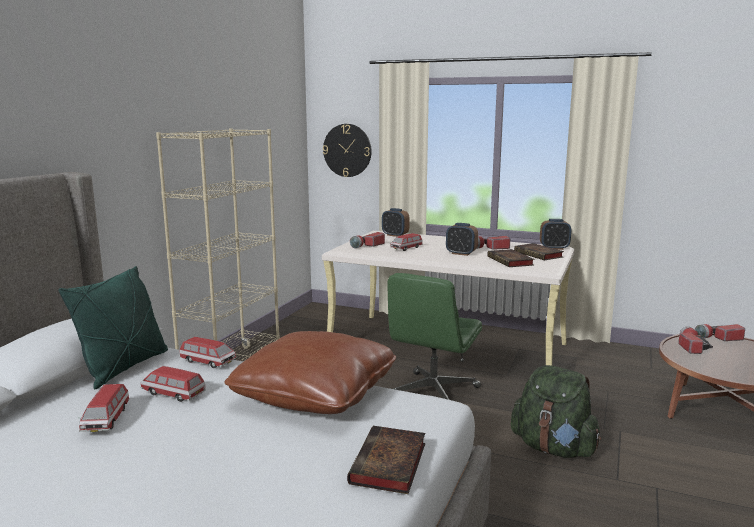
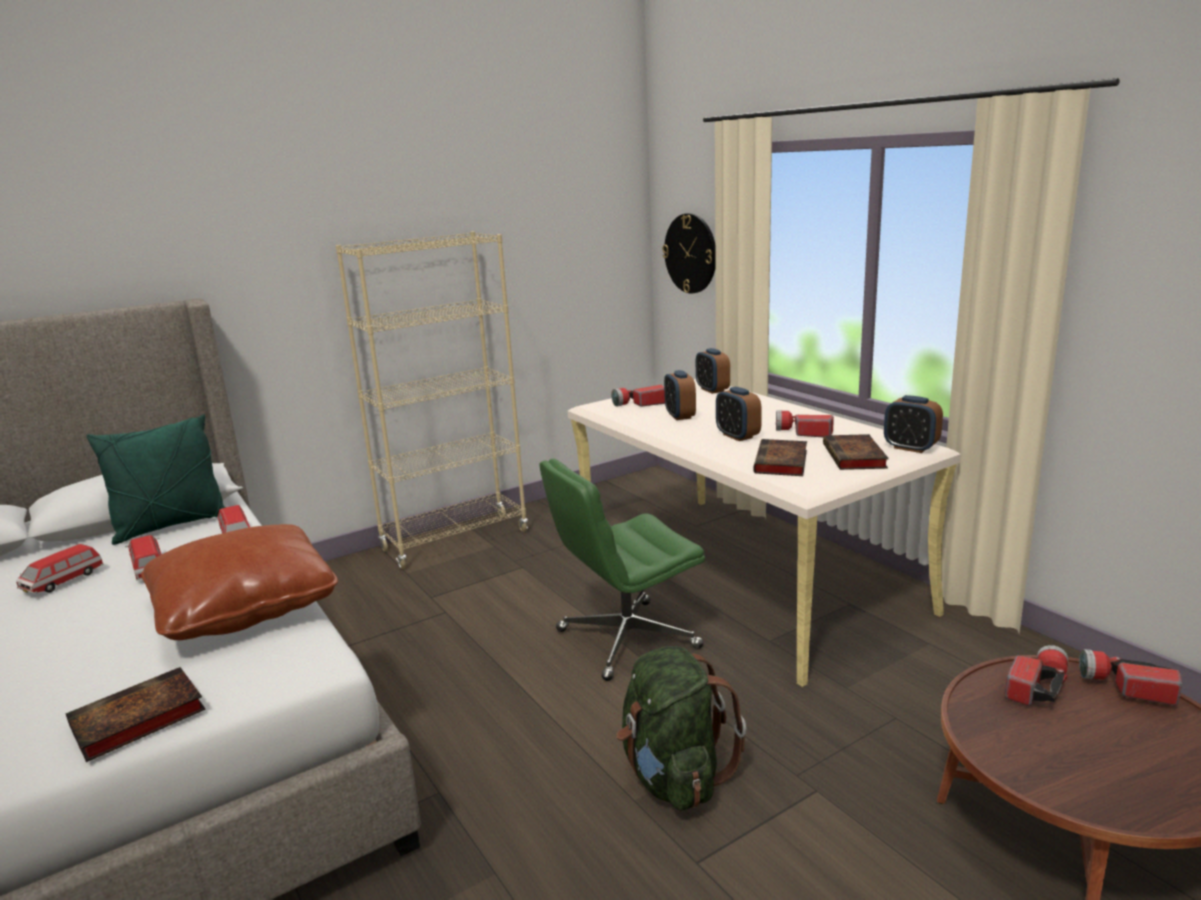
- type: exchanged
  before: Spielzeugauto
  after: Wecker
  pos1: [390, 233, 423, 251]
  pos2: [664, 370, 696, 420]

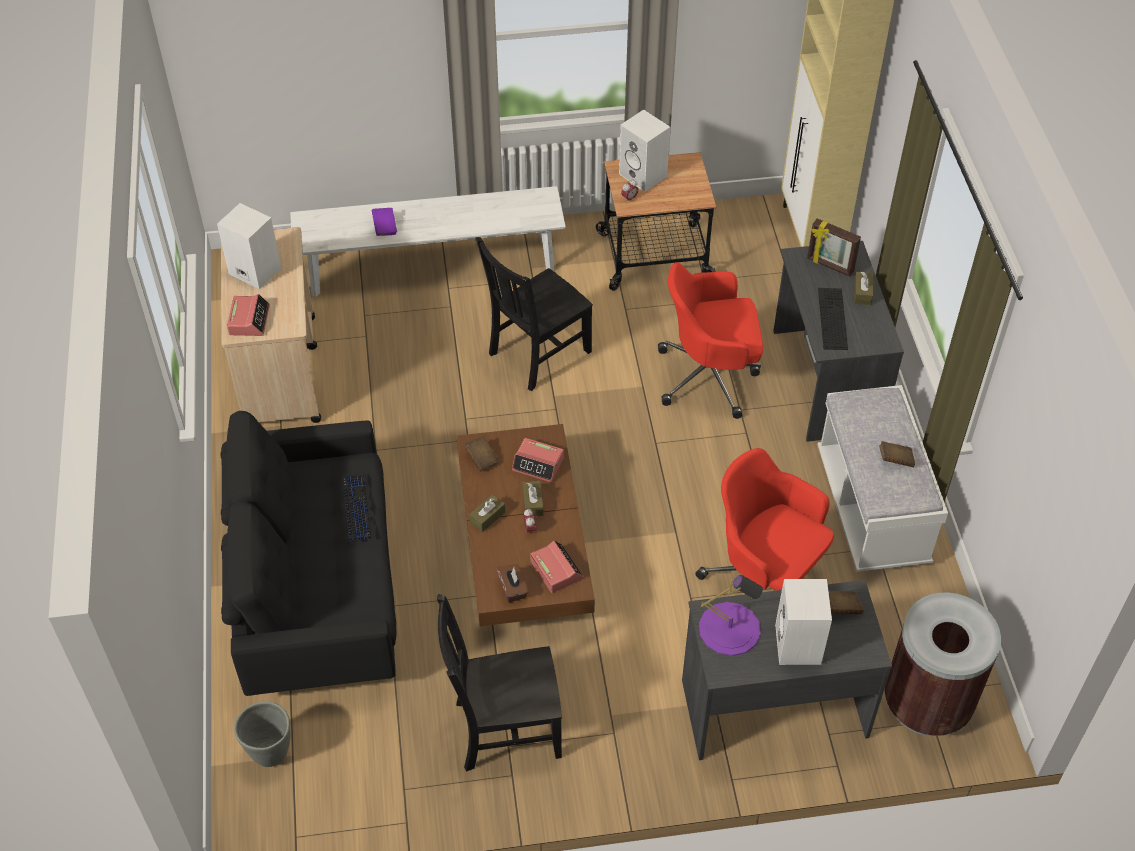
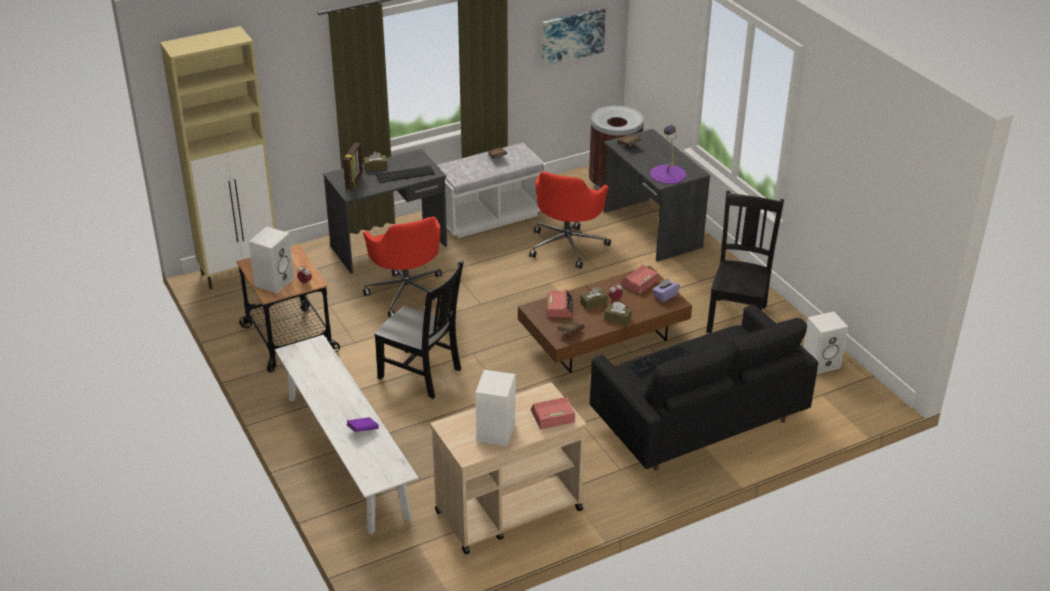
- type: missing
  before: Pflanzkübel/grau
  pos1: [234, 702, 291, 767]
- type: appeared
  after: Bild
  pos2: [542, 8, 606, 66]
- type: relocated
  before: Lautsprecher/weiß
  pos1: [775, 579, 832, 665]
  pos2: [803, 312, 848, 374]
- type: colour
  before: Taschentuchbox/braun
  after: Taschentuchbox/lila
  pos1: [496, 564, 529, 603]
  pos2: [652, 278, 680, 302]
- type: spun
  before: Stuhl/schwarz
  pos1: [437, 594, 562, 772]
  pos2: [706, 191, 784, 333]
  turn: -135

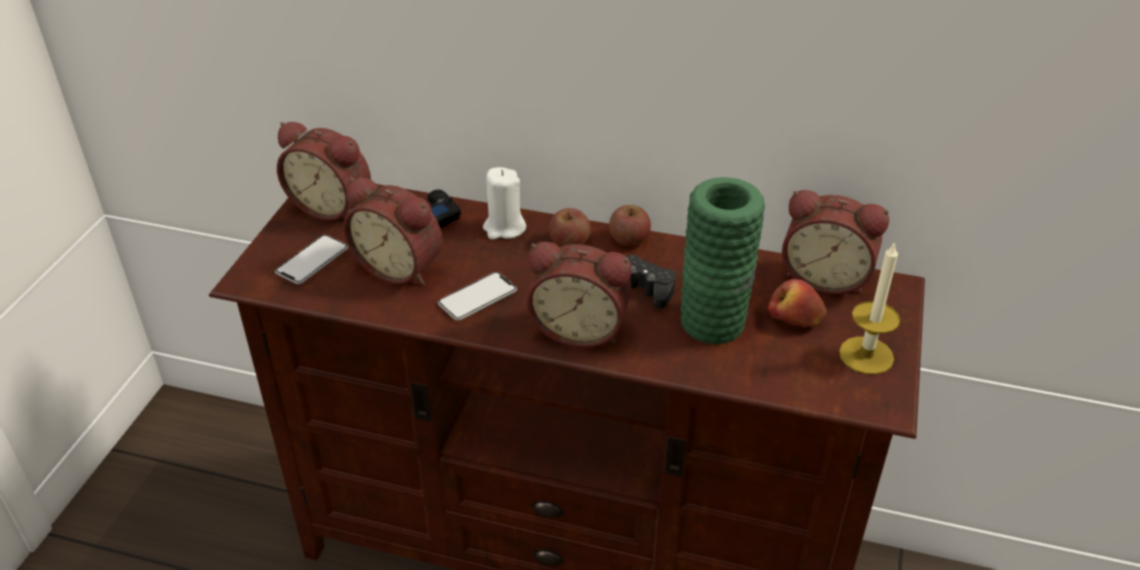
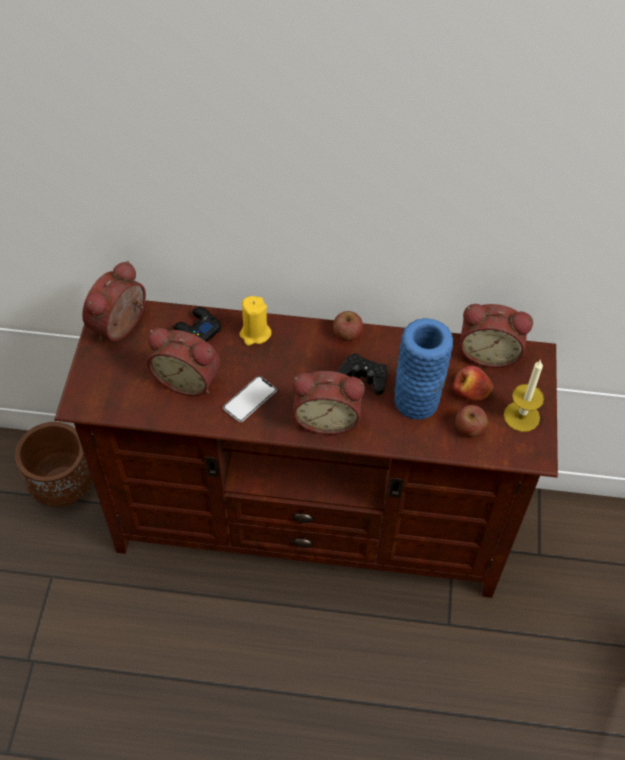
- type: missing
  before: Handy
  pos1: [275, 235, 348, 284]
- type: appeared
  after: Pflanzkübel/braun
  pos2: [15, 422, 92, 507]
- type: relocated
  before: Apfel
  pos1: [549, 208, 590, 247]
  pos2: [455, 405, 488, 437]
- type: colour
  before: Kerze/weiß
  after: Kerze/gelb
  pos1: [483, 167, 526, 240]
  pos2: [239, 296, 271, 346]
- type: colour
  before: Vase/grün
  after: Vase/blau
  pos1: [680, 177, 765, 344]
  pos2: [394, 318, 454, 420]
- type: spun
  before: Wecker
  pos1: [277, 122, 371, 221]
  pos2: [82, 261, 146, 341]
  turn: 105

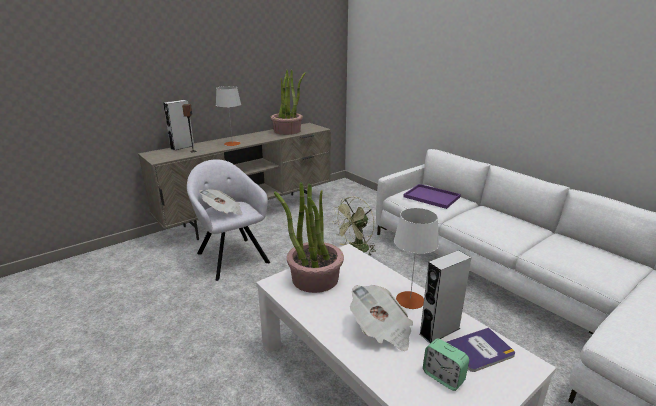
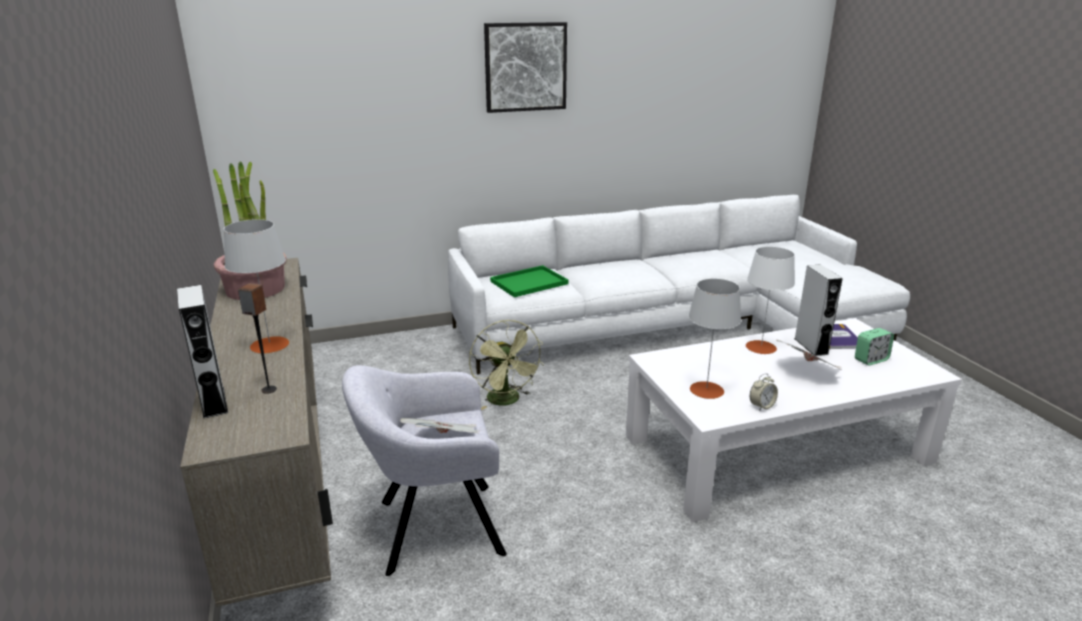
- type: appeared
  after: Bild
  pos2: [484, 22, 567, 113]
- type: appeared
  after: Wecker
  pos2: [750, 374, 778, 411]
- type: exchanged
  before: Topfpflanze
  after: Tischlampe/grau
  pos1: [274, 182, 344, 293]
  pos2: [688, 279, 741, 399]
- type: colour
  before: Tablett/lila
  after: Tablett/grün
  pos1: [403, 184, 461, 209]
  pos2: [490, 265, 568, 297]

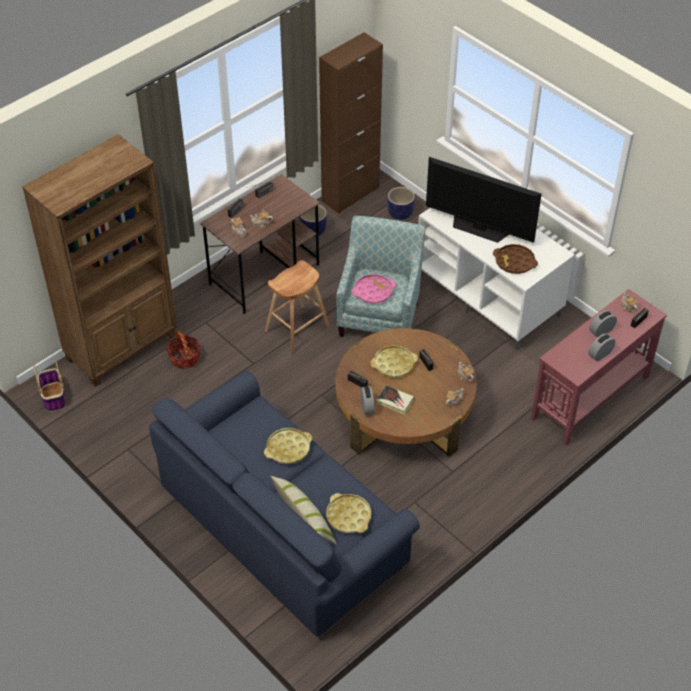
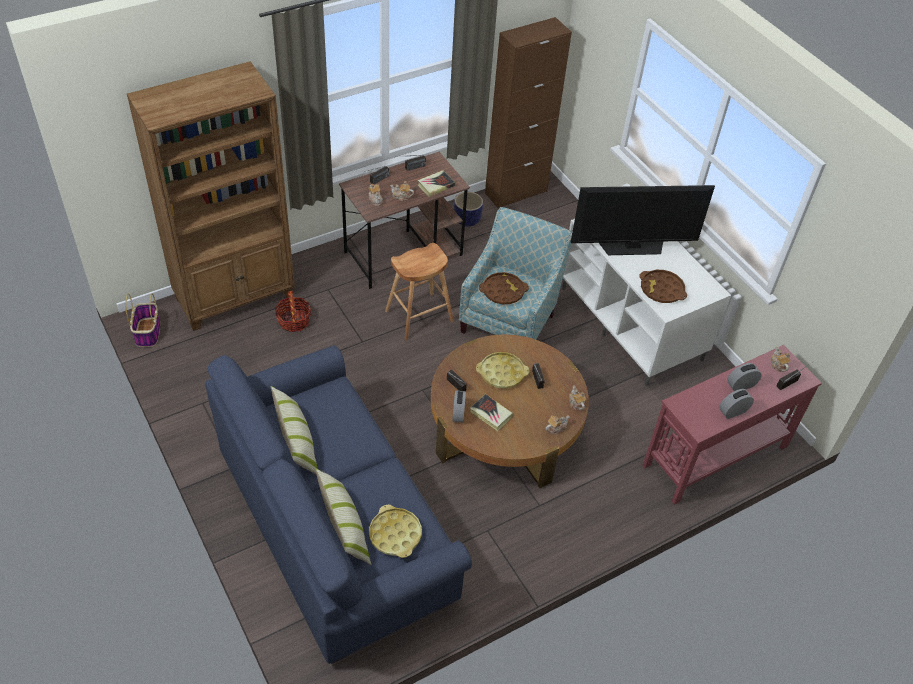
- type: missing
  before: Tablett/gelb
  pos1: [264, 428, 312, 464]
- type: missing
  before: Pflanzkübel
  pos1: [387, 187, 415, 220]
- type: appeared
  after: Kissen
  pos2: [271, 386, 318, 475]
- type: appeared
  after: Buch
  pos2: [418, 170, 455, 197]
- type: colour
  before: Tablett/rosa
  after: Tablett/braun
  pos1: [352, 274, 396, 304]
  pos2: [479, 272, 529, 304]
- type: spun
  before: Fernseher
  pos1: [426, 157, 542, 243]
  pos2: [571, 185, 715, 255]
  turn: -45

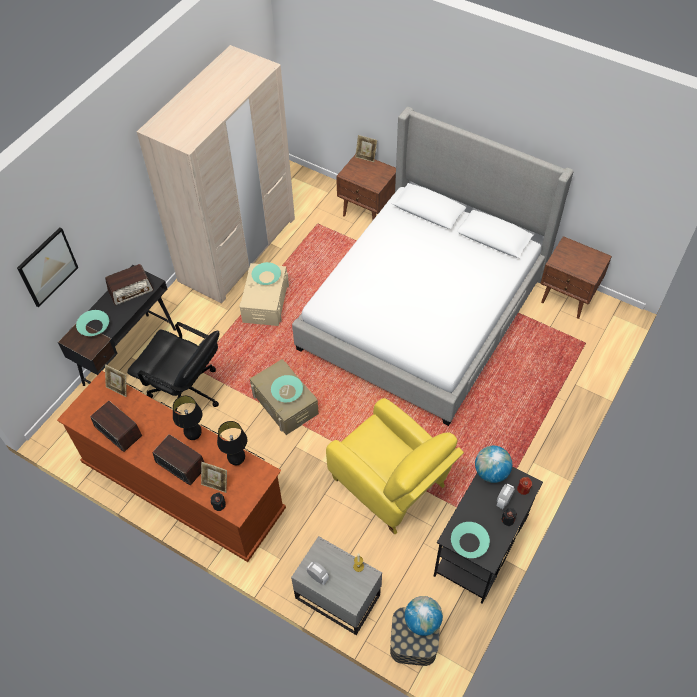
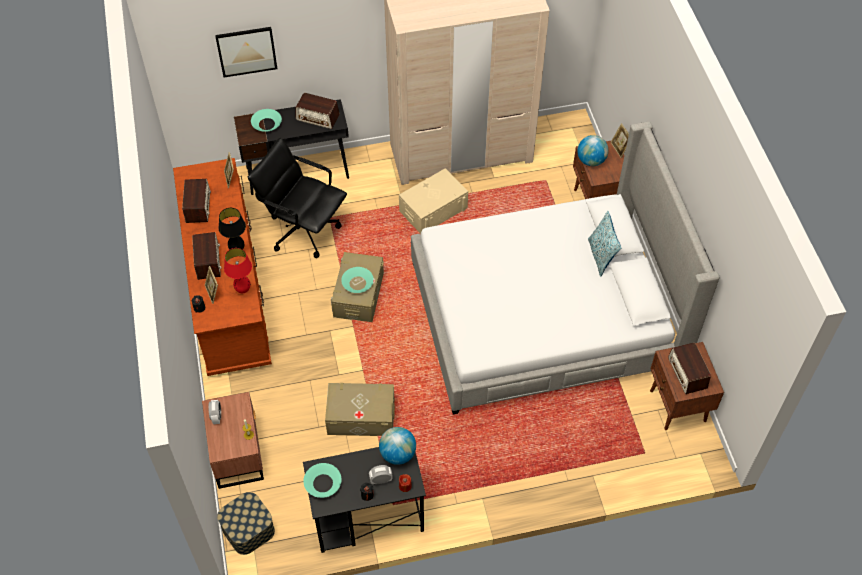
- type: missing
  before: Schüssel/türkis
  pos1: [252, 262, 281, 285]
- type: appeared
  after: Kissen
  pos2: [588, 211, 621, 276]
- type: appeared
  after: Radio
  pos2: [668, 342, 711, 394]
- type: relocated
  before: Globus
  pos1: [405, 596, 443, 636]
  pos2: [577, 135, 609, 166]
- type: exchanged
  before: Sessel/gelb
  after: Aufbewahrungsbox/beige
  pos1: [326, 398, 464, 534]
  pos2: [325, 383, 395, 436]
- type: colour
  before: Tischlampe/schwarz
  after: Tischlampe/rot
  pos1: [217, 421, 247, 465]
  pos2: [224, 248, 252, 293]
- type: colour
  before: Nachttisch/grau
  after: Nachttisch/braun
  pos1: [291, 536, 382, 635]
  pos2: [202, 392, 264, 489]
- type: spun
  before: Bürostuhl/schwarz
  pos1: [127, 322, 219, 412]
  pos2: [248, 138, 347, 258]
  turn: 135

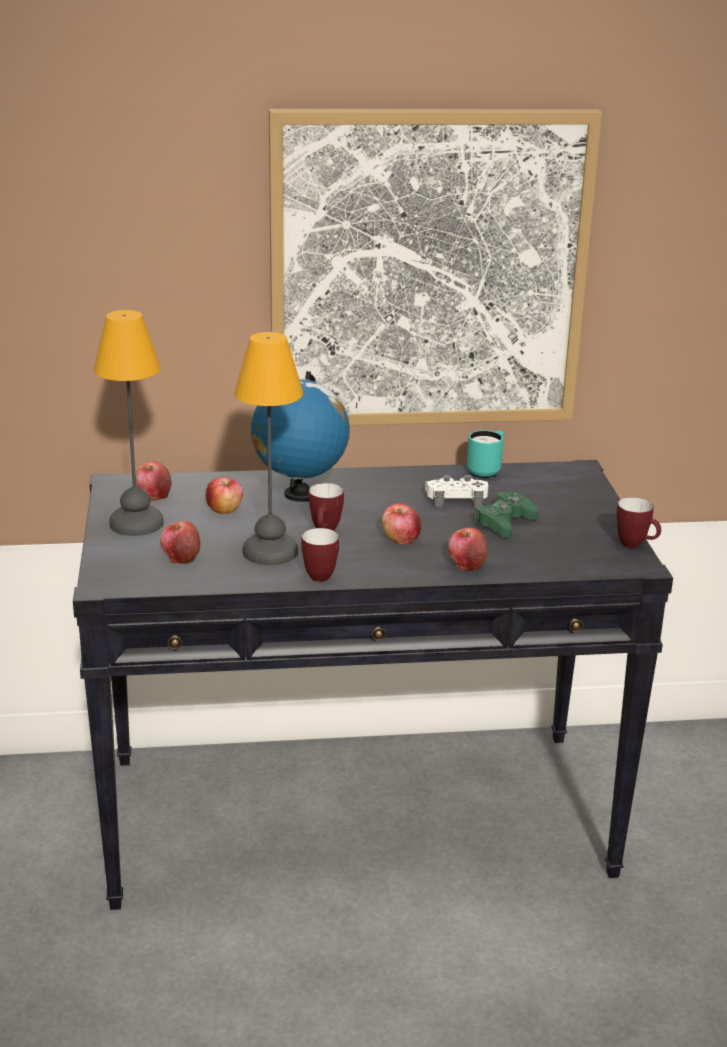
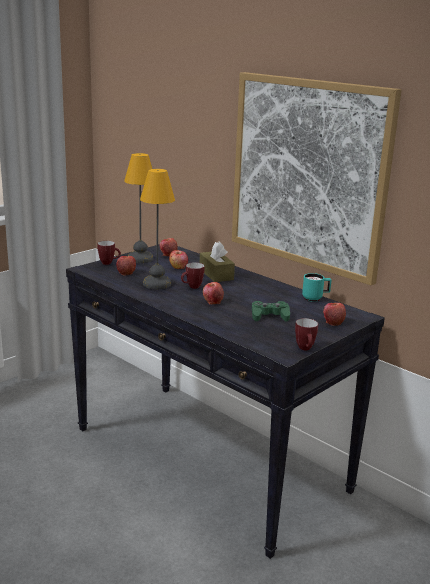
- type: missing
  before: Gamepad/weiß
  pos1: [425, 475, 488, 507]
- type: relocated
  before: Henkelbecher
  pos1: [301, 528, 339, 582]
  pos2: [97, 241, 121, 265]
- type: relocated
  before: Apfel
  pos1: [448, 528, 487, 571]
  pos2: [323, 303, 346, 326]
- type: exchanged
  before: Globus
  after: Taschentuchbox/braun
  pos1: [251, 371, 350, 502]
  pos2: [200, 242, 235, 282]

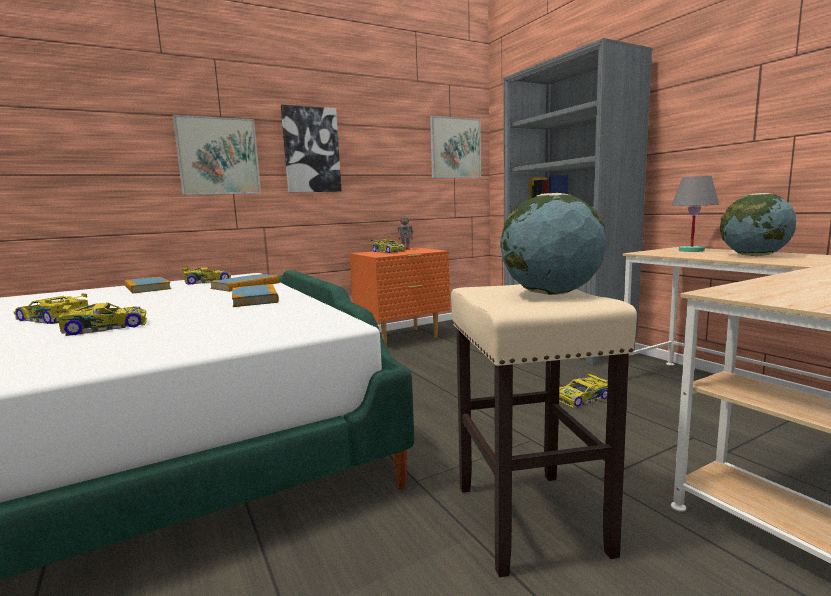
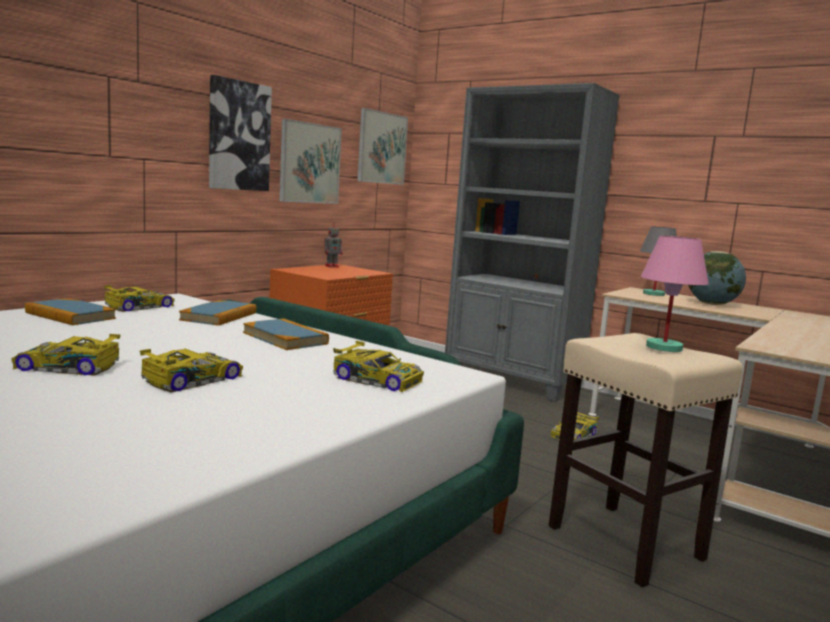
- type: relocated
  before: Bild
  pos1: [173, 115, 261, 195]
  pos2: [279, 119, 342, 204]
- type: relocated
  before: Spielzeugauto
  pos1: [371, 238, 406, 253]
  pos2: [333, 341, 424, 392]
- type: exchanged
  before: Globus
  after: Tischlampe/rosa
  pos1: [500, 193, 606, 295]
  pos2: [641, 236, 709, 352]

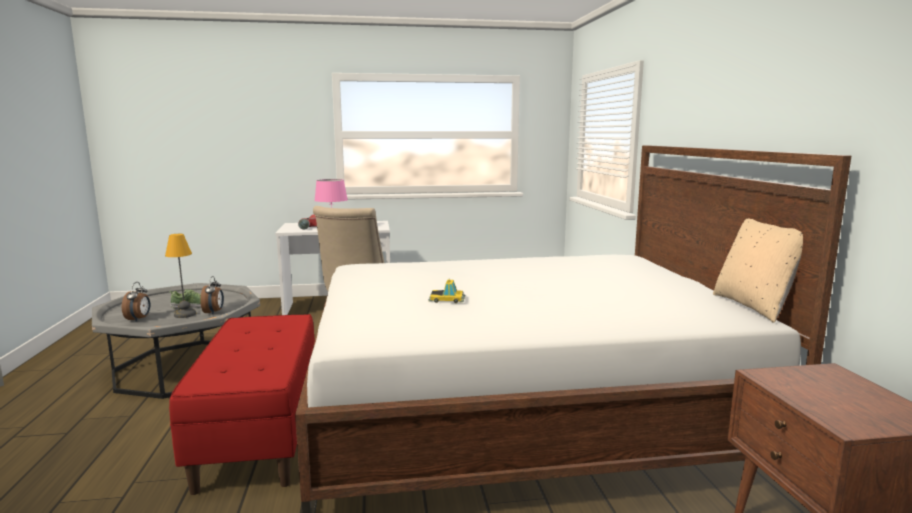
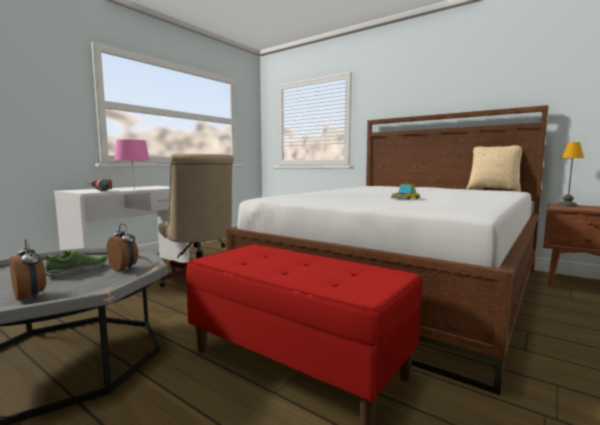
- type: relocated
  before: Tischlampe
  pos1: [165, 234, 196, 318]
  pos2: [558, 142, 584, 207]

